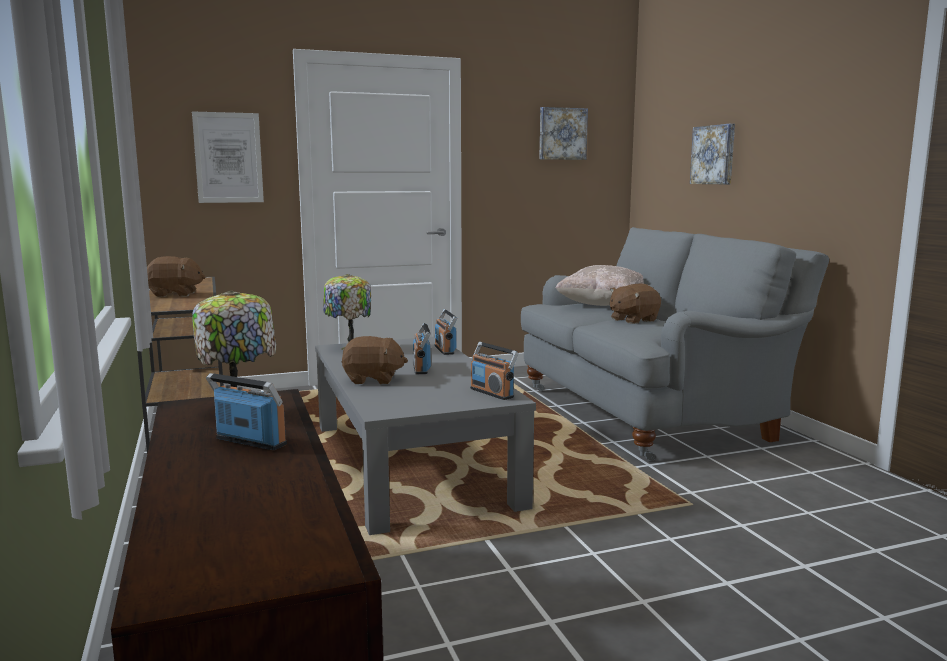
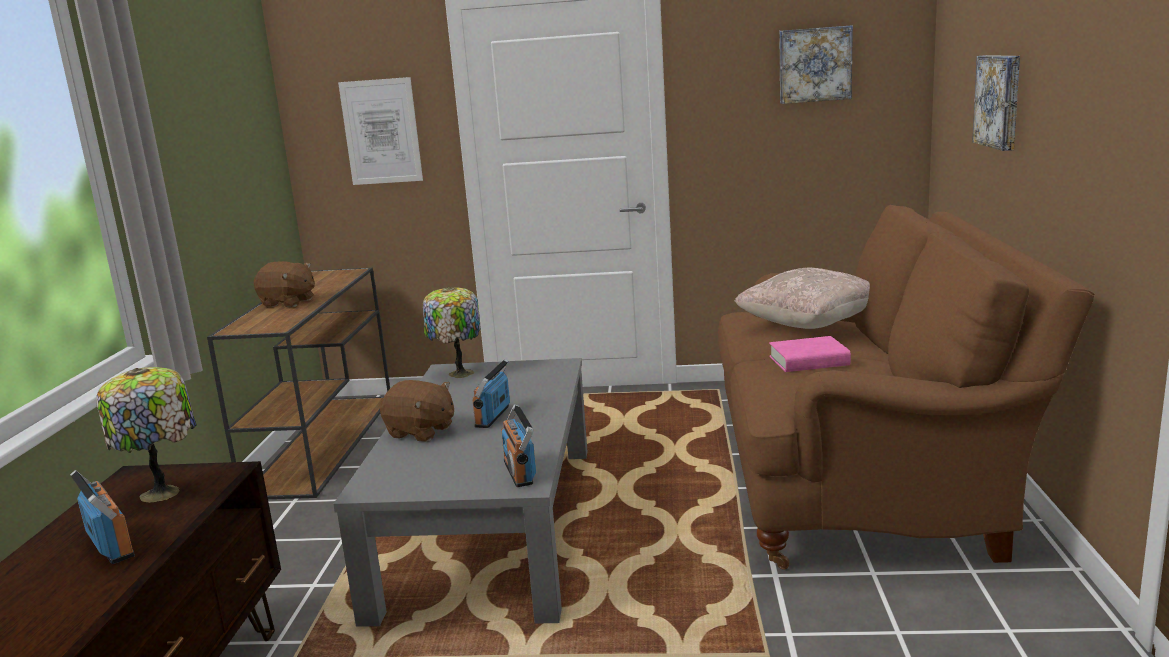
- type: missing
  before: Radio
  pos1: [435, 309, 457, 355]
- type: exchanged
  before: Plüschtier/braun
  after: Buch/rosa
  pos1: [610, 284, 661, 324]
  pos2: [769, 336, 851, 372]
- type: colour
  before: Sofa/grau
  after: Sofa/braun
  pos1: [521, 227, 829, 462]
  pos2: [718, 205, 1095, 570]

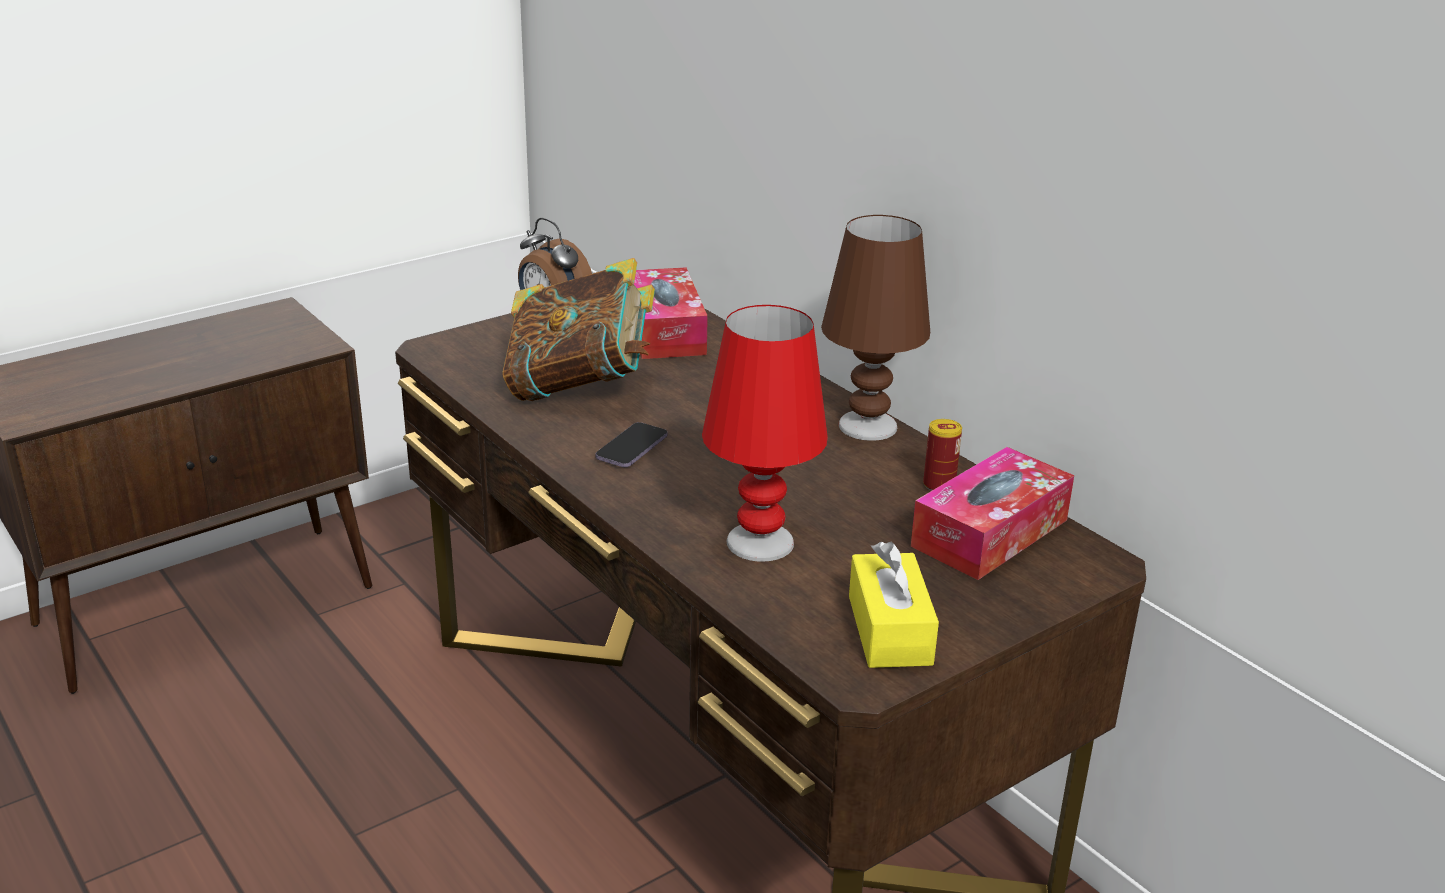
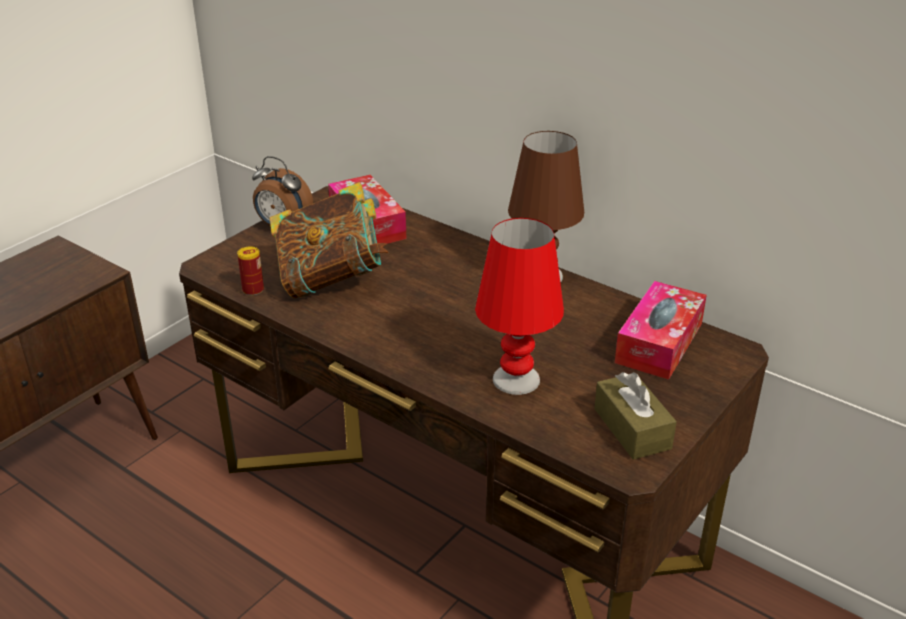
- type: missing
  before: Handy
  pos1: [596, 422, 668, 467]
- type: relocated
  before: Dose
  pos1: [923, 419, 962, 491]
  pos2: [237, 246, 264, 296]
- type: colour
  before: Taschentuchbox/gelb
  after: Taschentuchbox/braun
  pos1: [849, 542, 939, 668]
  pos2: [594, 372, 677, 460]

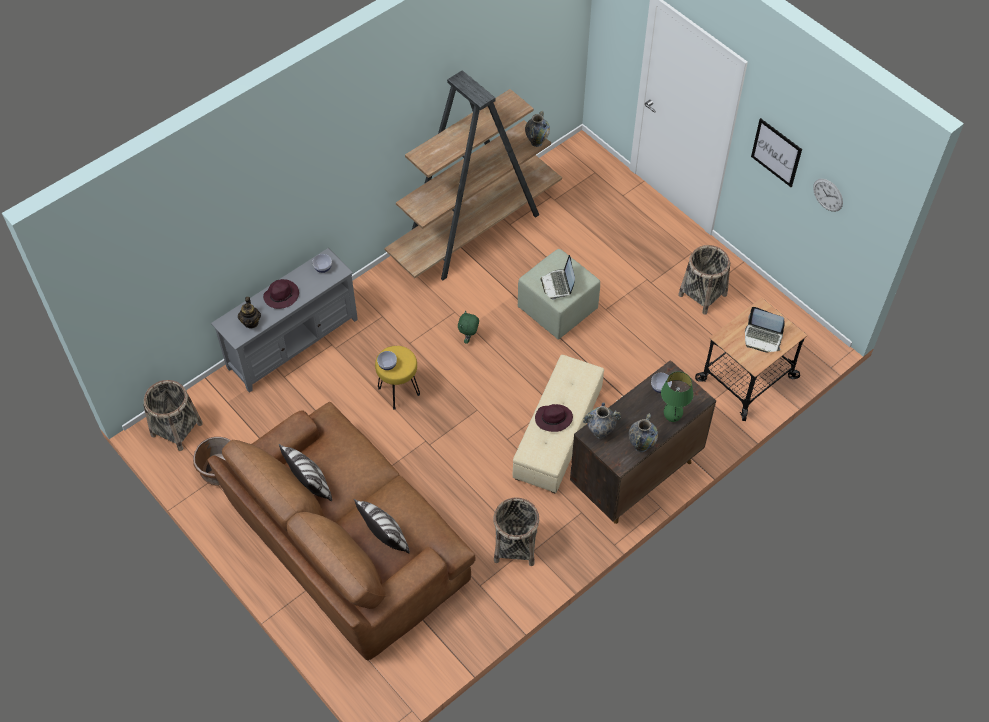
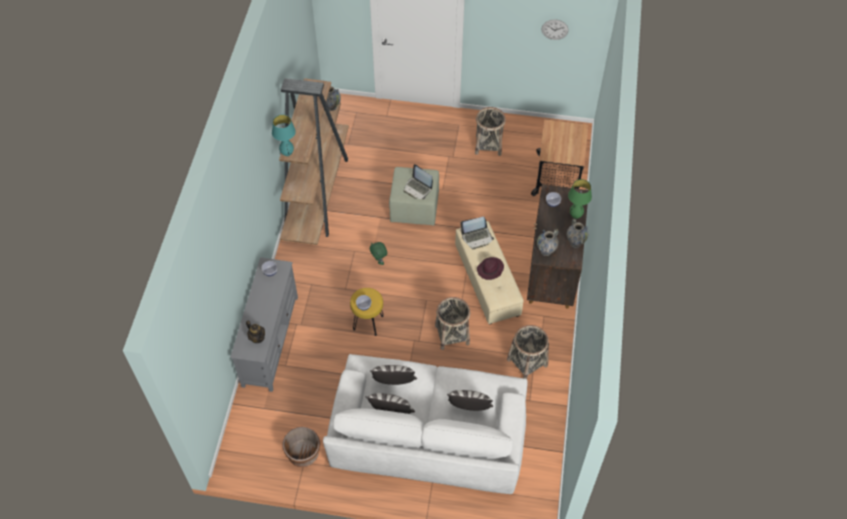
- type: missing
  before: Hut/lila
  pos1: [263, 279, 299, 309]
- type: missing
  before: Bild
  pos1: [751, 118, 802, 187]
- type: appeared
  after: Tischlampe/türkis
  pos2: [272, 115, 296, 156]
- type: appeared
  after: Kissen
  pos2: [370, 365, 417, 385]
- type: relocated
  before: Korb
  pos1: [144, 380, 203, 451]
  pos2: [435, 297, 470, 350]
- type: relocated
  before: Laptop
  pos1: [745, 307, 785, 352]
  pos2: [460, 216, 494, 249]
- type: colour
  before: Sofa/braun
  after: Sofa/weiß
  pos1: [208, 402, 476, 660]
  pos2: [323, 354, 528, 494]

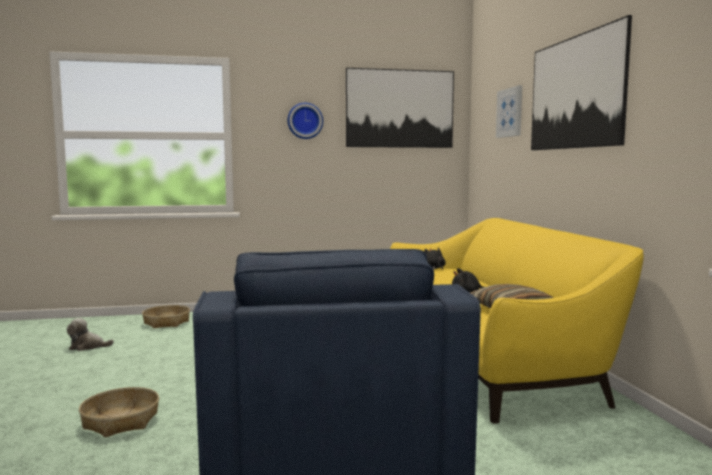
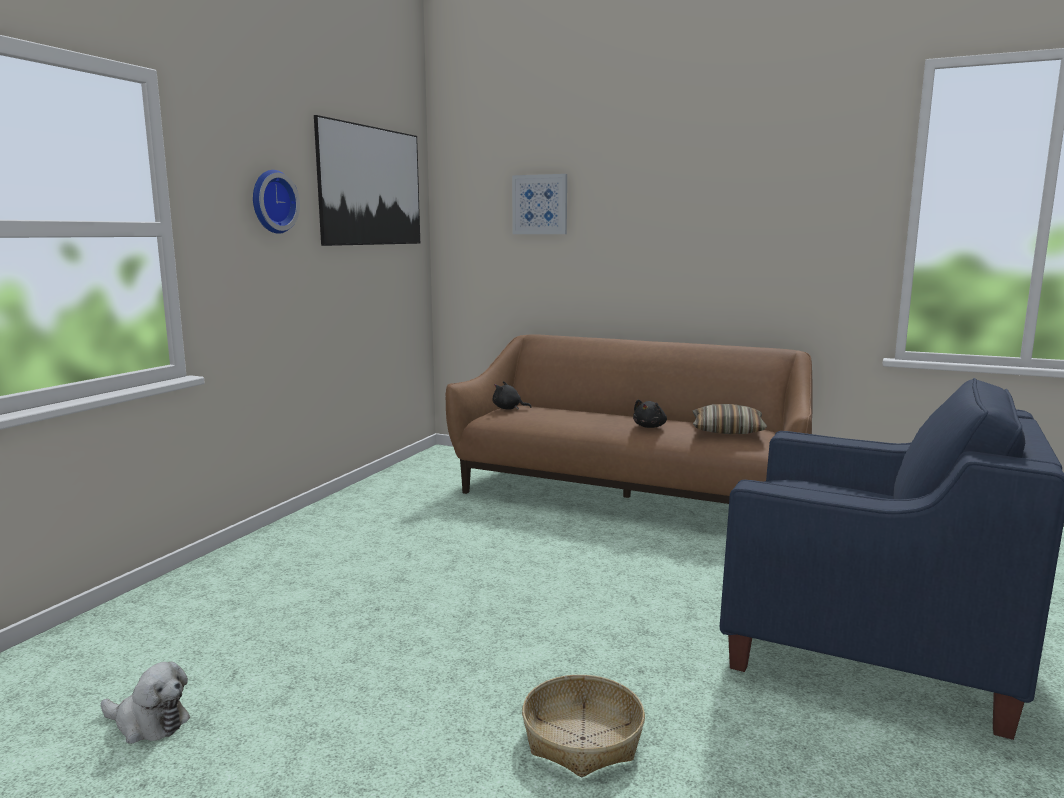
- type: missing
  before: Korb
  pos1: [142, 305, 190, 328]
- type: missing
  before: Bild
  pos1: [531, 15, 632, 150]
- type: colour
  before: Sofa/gelb
  after: Sofa/braun
  pos1: [390, 218, 644, 424]
  pos2: [445, 334, 813, 504]
- type: spun
  before: Plüschtier
  pos1: [67, 318, 114, 351]
  pos2: [101, 662, 190, 744]
  turn: -105

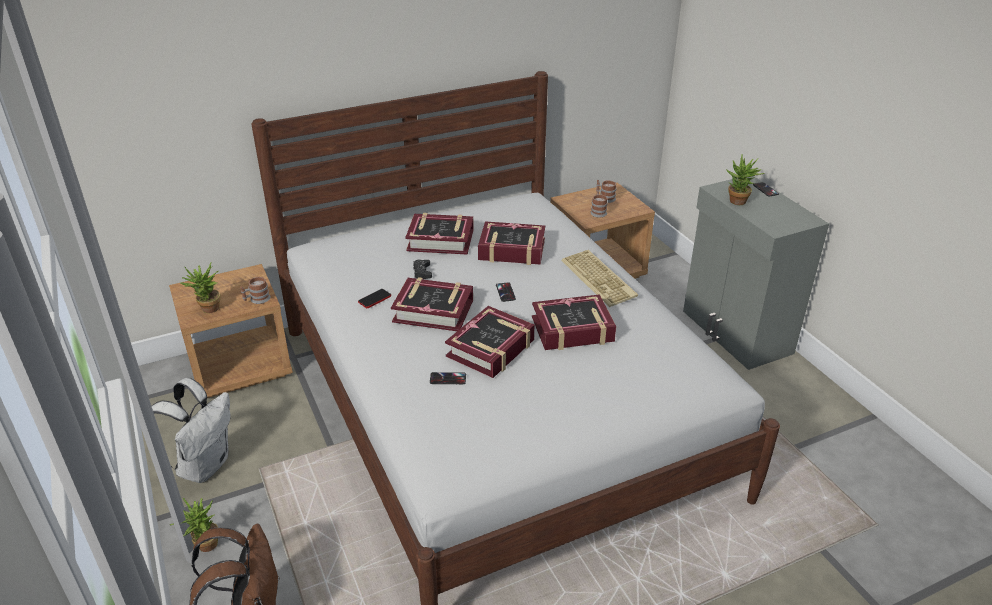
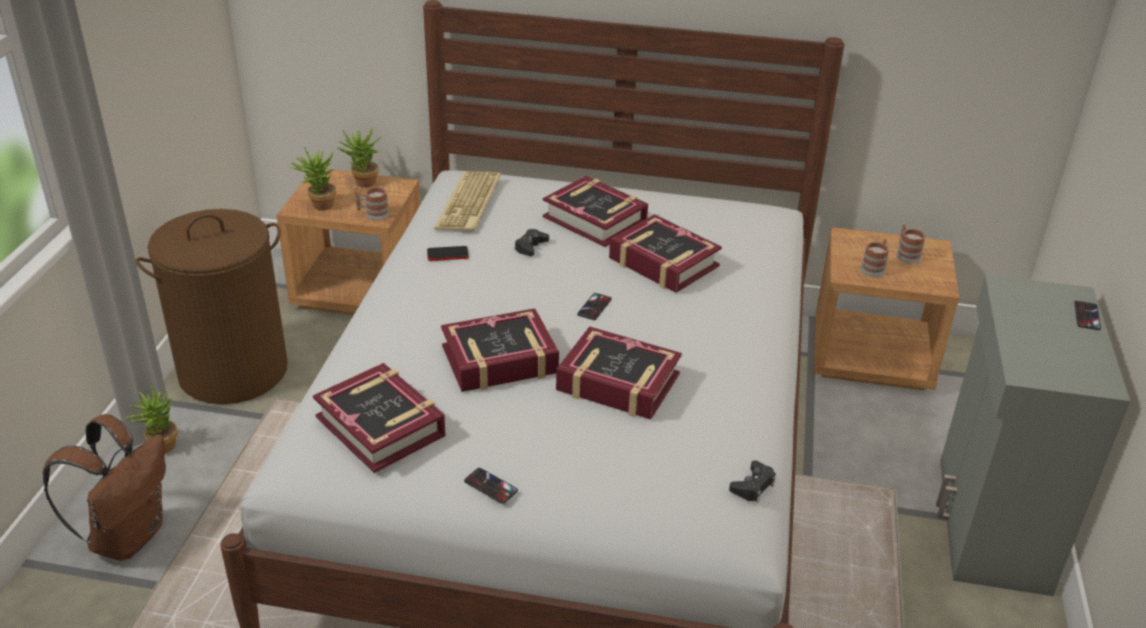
- type: appeared
  after: Gamepad/schwarz
  pos2: [729, 460, 776, 503]
- type: relocated
  before: Buch
  pos1: [391, 277, 473, 331]
  pos2: [313, 363, 446, 473]
- type: relocated
  before: Handy
  pos1: [430, 372, 466, 384]
  pos2: [464, 468, 518, 504]
- type: relocated
  before: Tastatur
  pos1: [562, 250, 638, 307]
  pos2: [434, 171, 501, 231]
- type: relocated
  before: Topfpflanze
  pos1: [727, 154, 765, 205]
  pos2: [337, 127, 381, 188]
- type: exchanged
  before: Rucksack/weiß
  after: Wäschekorb/braun
  pos1: [152, 378, 231, 483]
  pos2: [135, 209, 288, 404]

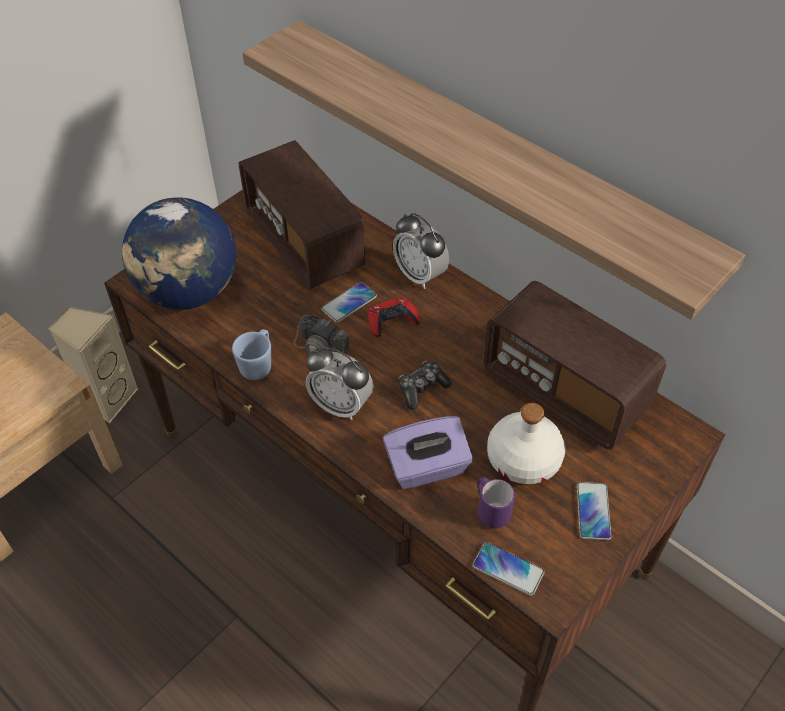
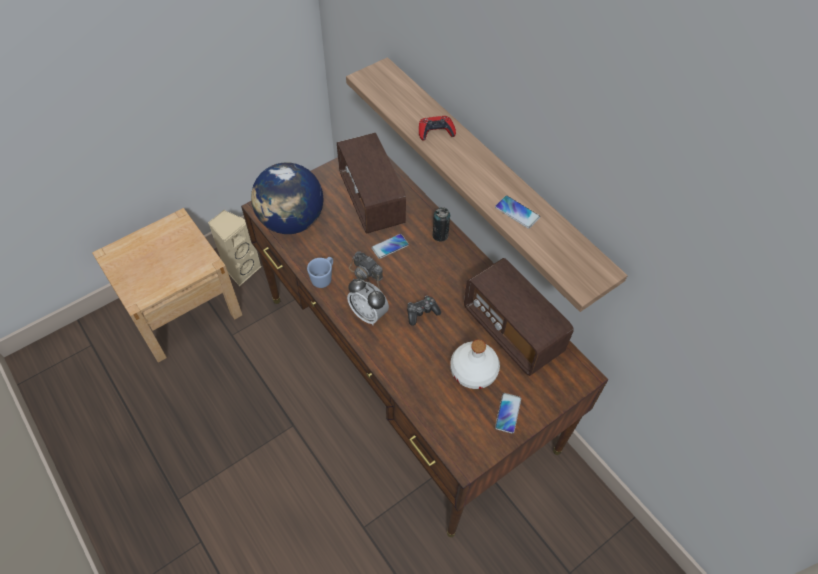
- type: missing
  before: Taschentuchbox/lila
  pos1: [383, 416, 473, 489]
- type: missing
  before: Henkelbecher/lila
  pos1: [477, 477, 515, 528]
- type: relocated
  before: Gamepad/rot
  pos1: [368, 297, 421, 337]
  pos2: [419, 116, 456, 141]
- type: relocated
  before: Handy
  pos1: [473, 542, 545, 596]
  pos2: [495, 195, 540, 229]
- type: exchanged
  before: Wecker
  after: Dose
  pos1: [393, 213, 449, 289]
  pos2: [433, 207, 450, 242]

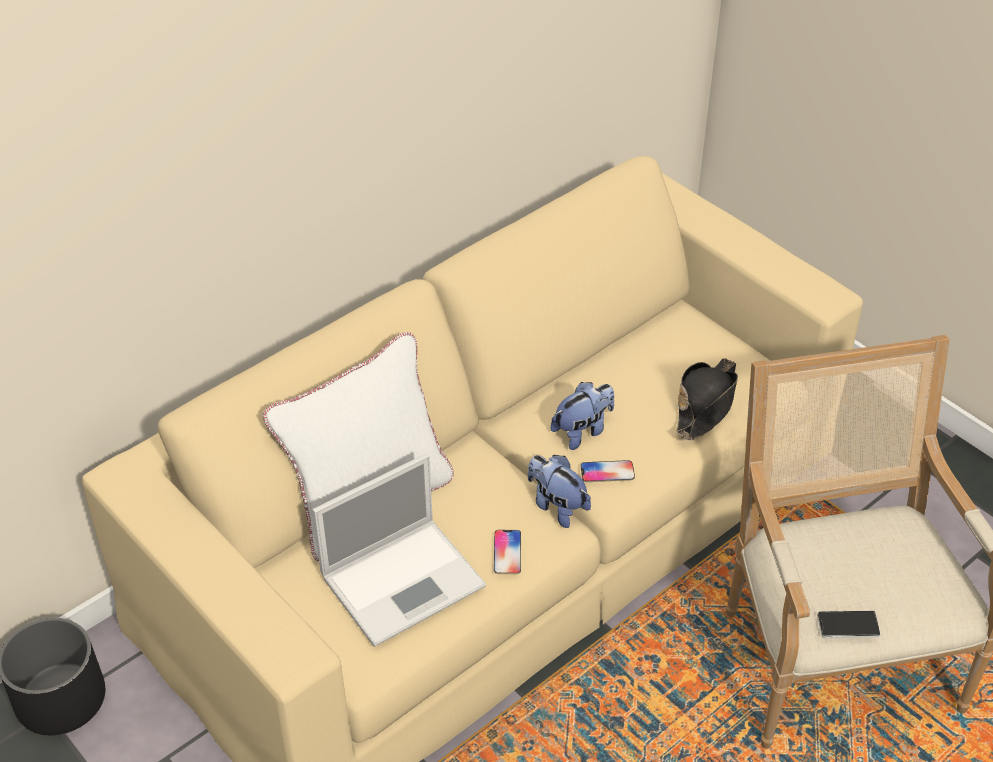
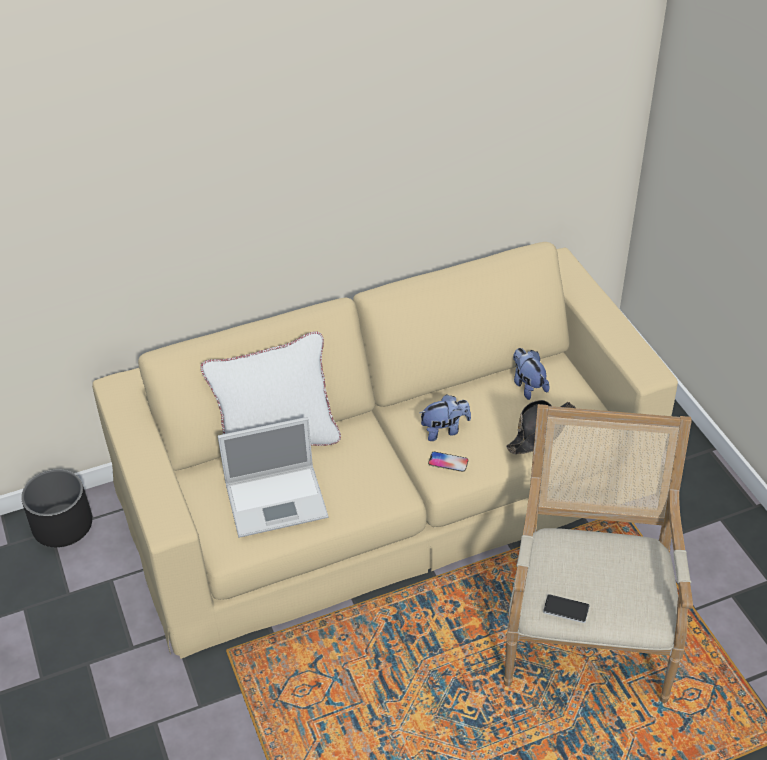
- type: missing
  before: Handy
  pos1: [494, 530, 521, 574]
- type: relocated
  before: Plüschtier
  pos1: [528, 455, 591, 528]
  pos2: [513, 348, 550, 400]

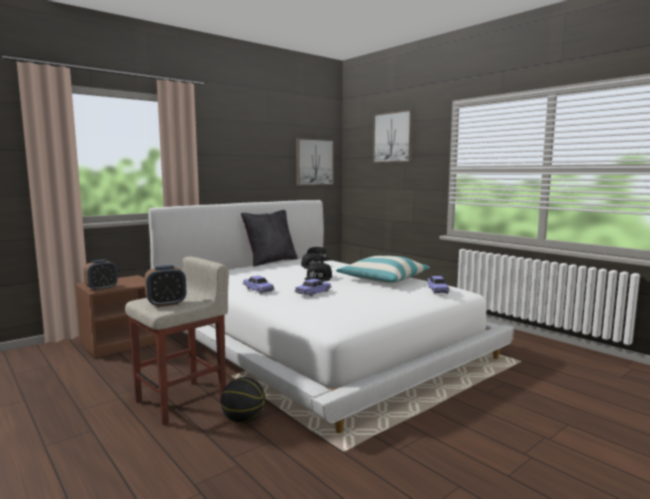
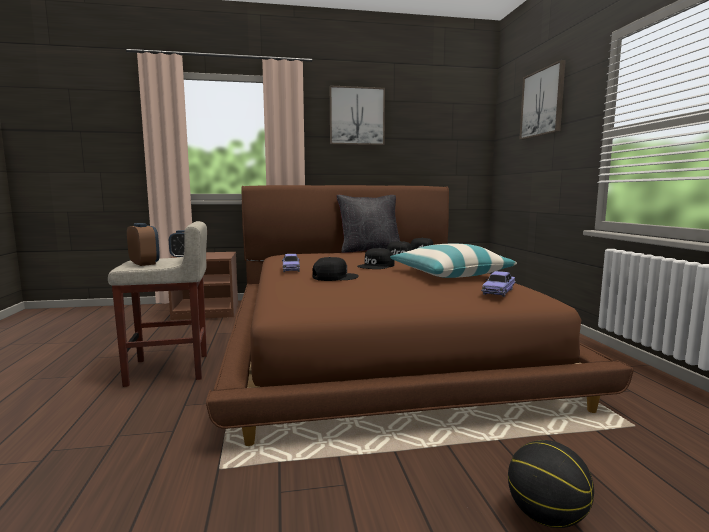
- type: relocated
  before: Basketball
  pos1: [221, 377, 265, 423]
  pos2: [508, 440, 594, 528]
- type: relocated
  before: Bild
  pos1: [296, 138, 334, 186]
  pos2: [330, 85, 385, 145]
- type: exchanged
  before: Spielzeugauto
  after: Kappe/schwarz
  pos1: [294, 279, 332, 296]
  pos2: [312, 257, 359, 281]
- type: colour
  before: Bett/weiß
  after: Bett/braun
  pos1: [148, 200, 515, 433]
  pos2: [206, 185, 634, 446]
- type: spun
  before: Wecker
  pos1: [144, 265, 186, 307]
  pos2: [127, 223, 160, 266]
  turn: -135

